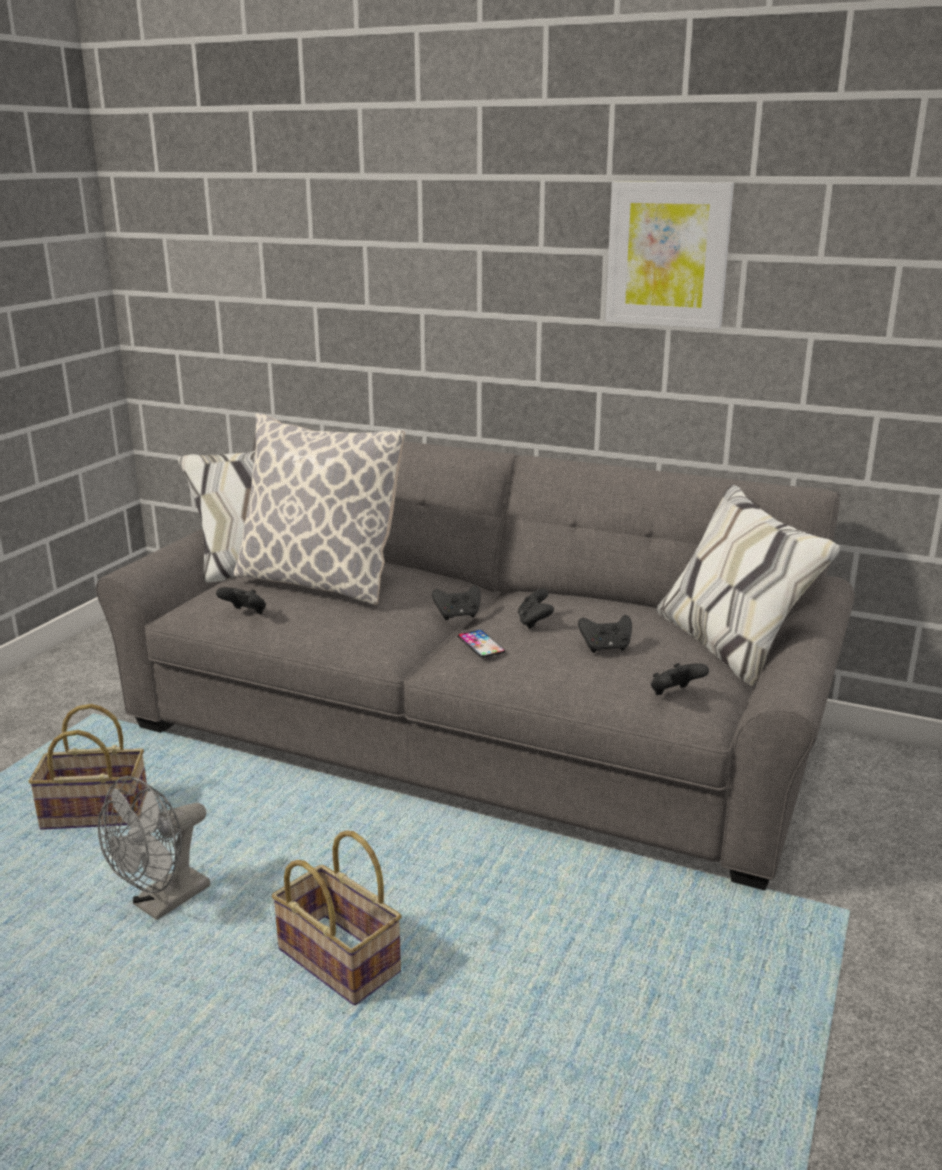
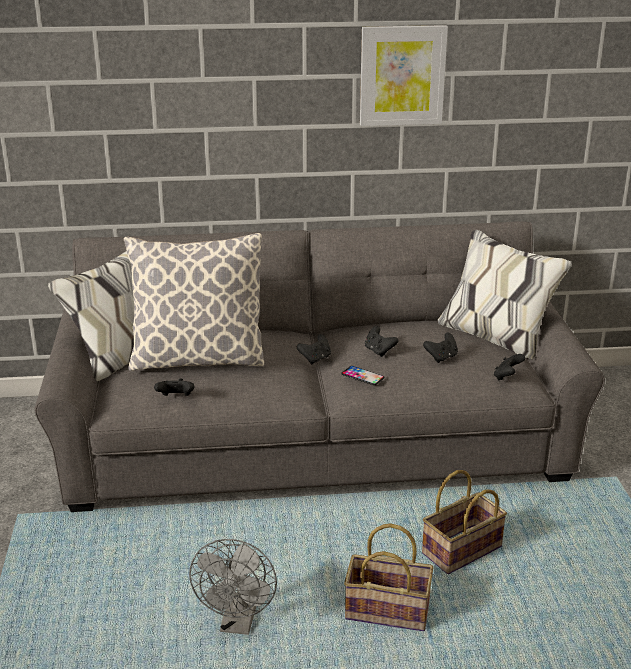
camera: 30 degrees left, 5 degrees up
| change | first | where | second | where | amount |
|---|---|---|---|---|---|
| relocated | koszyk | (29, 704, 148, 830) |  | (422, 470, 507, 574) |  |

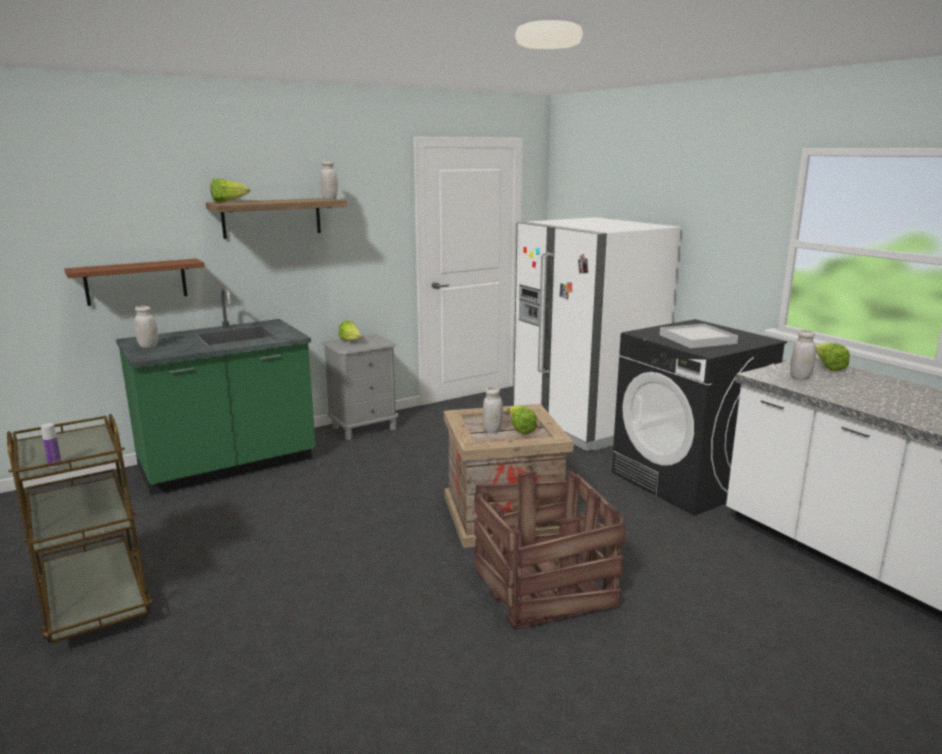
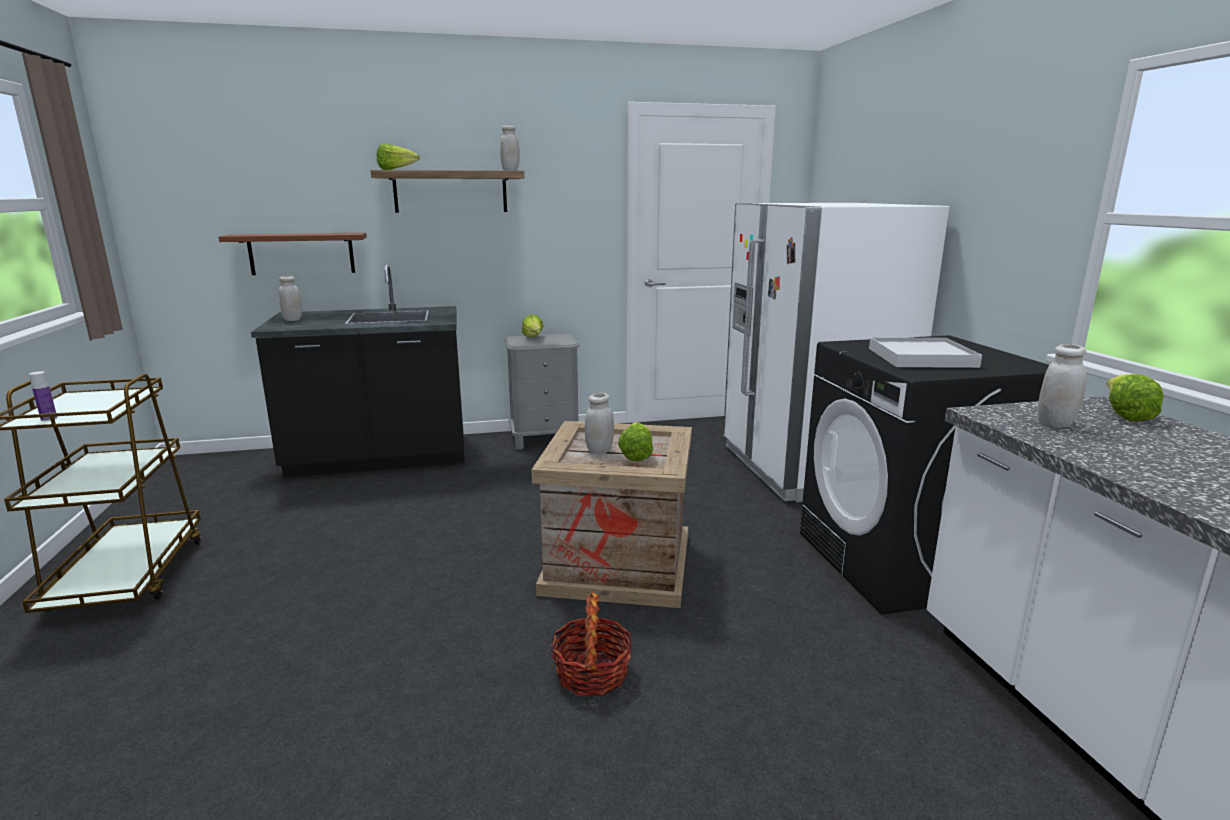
camera: 20 degrees right, 0 degrees up
| change | first | where | second | where | amount |
|---|---|---|---|---|---|
| colour | zabudowa kuchenna [zielony] | (116, 288, 316, 495) | zabudowa kuchenna [czarny] | (251, 265, 465, 478) |  |
| exchanged | skrzynka | (474, 471, 625, 630) | koszyk | (551, 593, 633, 696) |  |

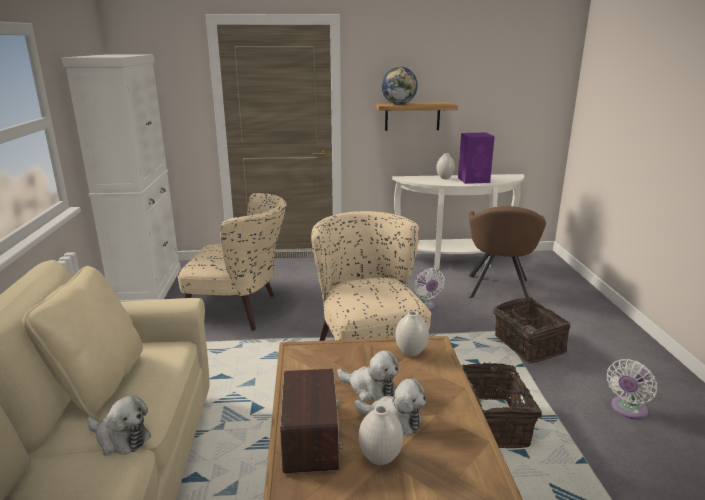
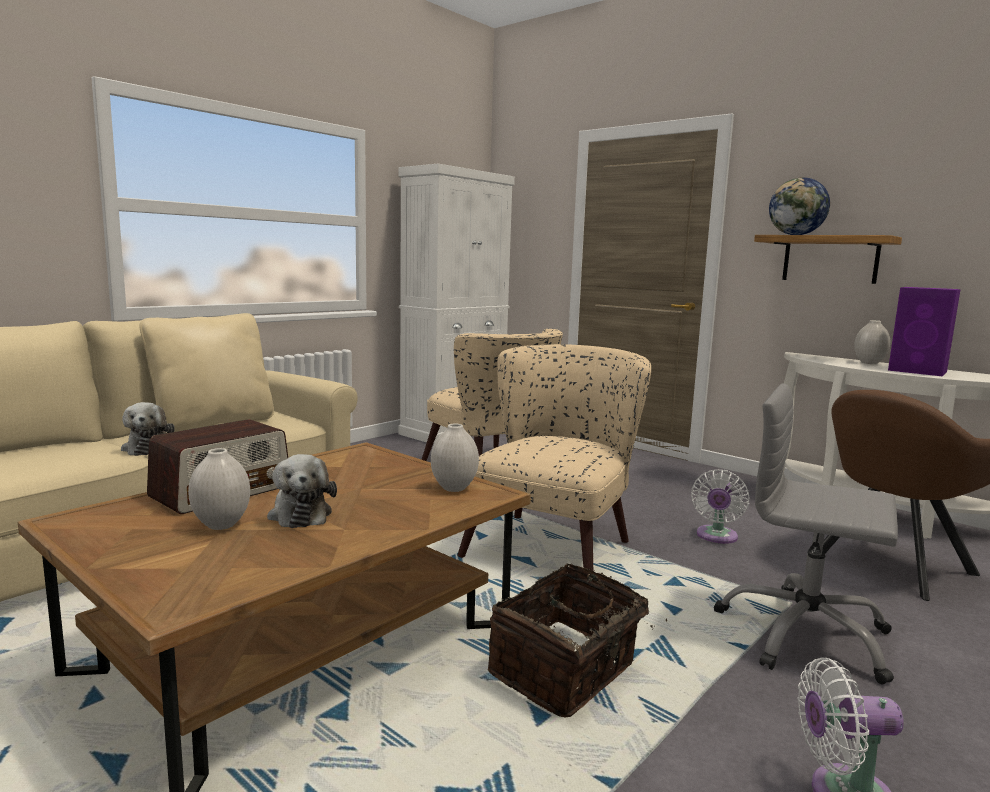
camera: 45 degrees right, 10 degrees down
| change | first | where | second | where | amount |
|---|---|---|---|---|---|
| missing | pluszak | (337, 351, 399, 402) |  |  |  |
| exchanged | koszyk | (493, 297, 570, 363) | krzesło biurowe [szary] | (714, 383, 898, 684) |  |

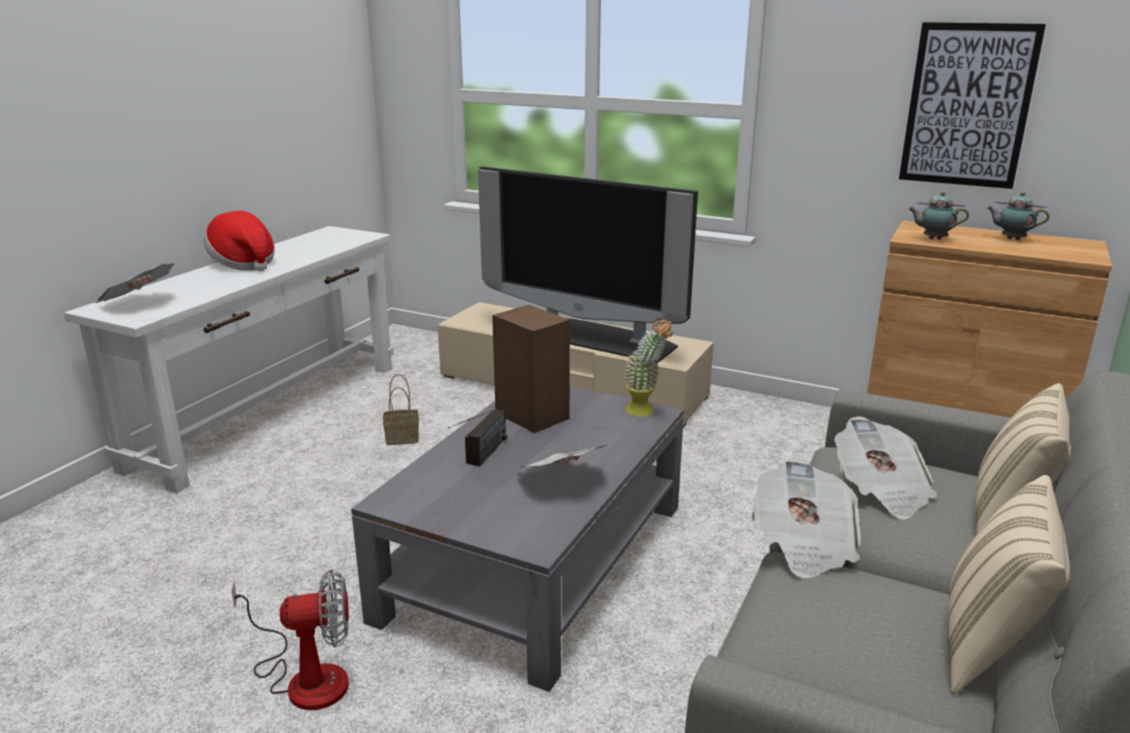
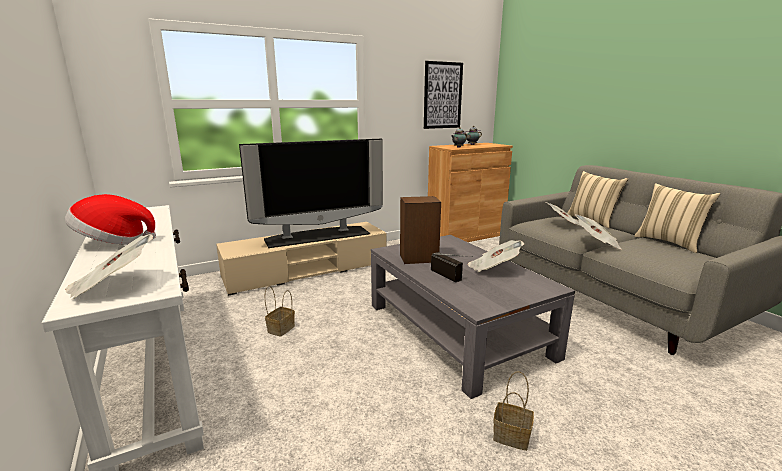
camera: 55 degrees left, 5 degrees down
| change | first | where | second | where | amount |
|---|---|---|---|---|---|
| exchanged | wentylator | (231, 569, 349, 710) | koszyk | (493, 371, 534, 451) |  |
| missing | roślina doniczkowa | (623, 318, 673, 417) |  |  |  |

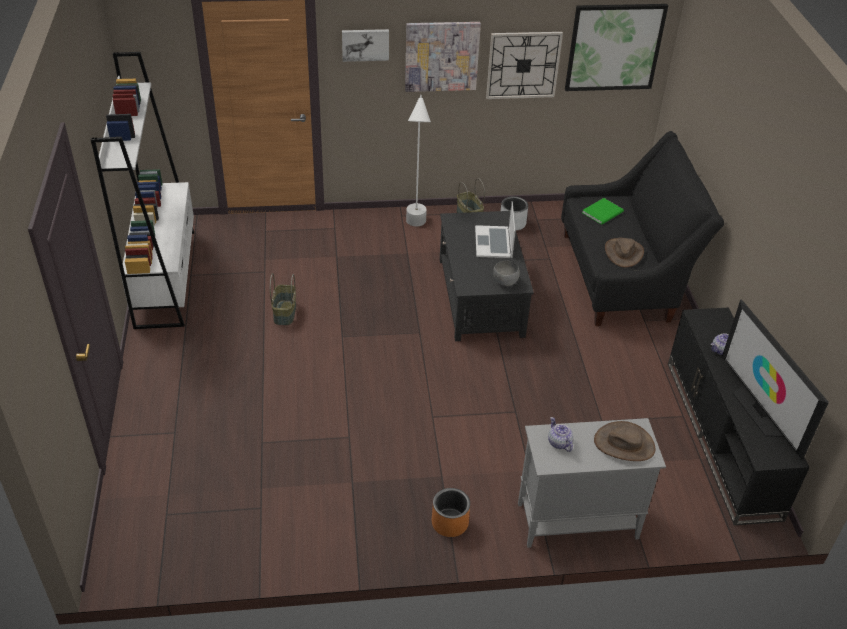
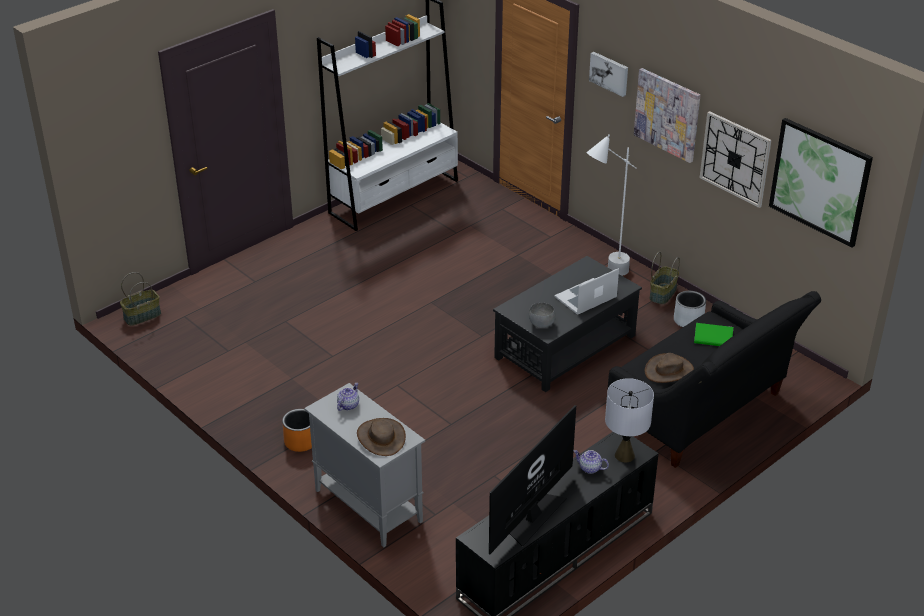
camera: 55 degrees right, 5 degrees down
| change | first | where | second | where | amount |
|---|---|---|---|---|---|
| relocated | koszyk | (270, 273, 296, 325) |  | (120, 272, 161, 326) |  |
| appeared |  |  | lampa stołowa [szary] | (605, 378, 654, 463) |  |

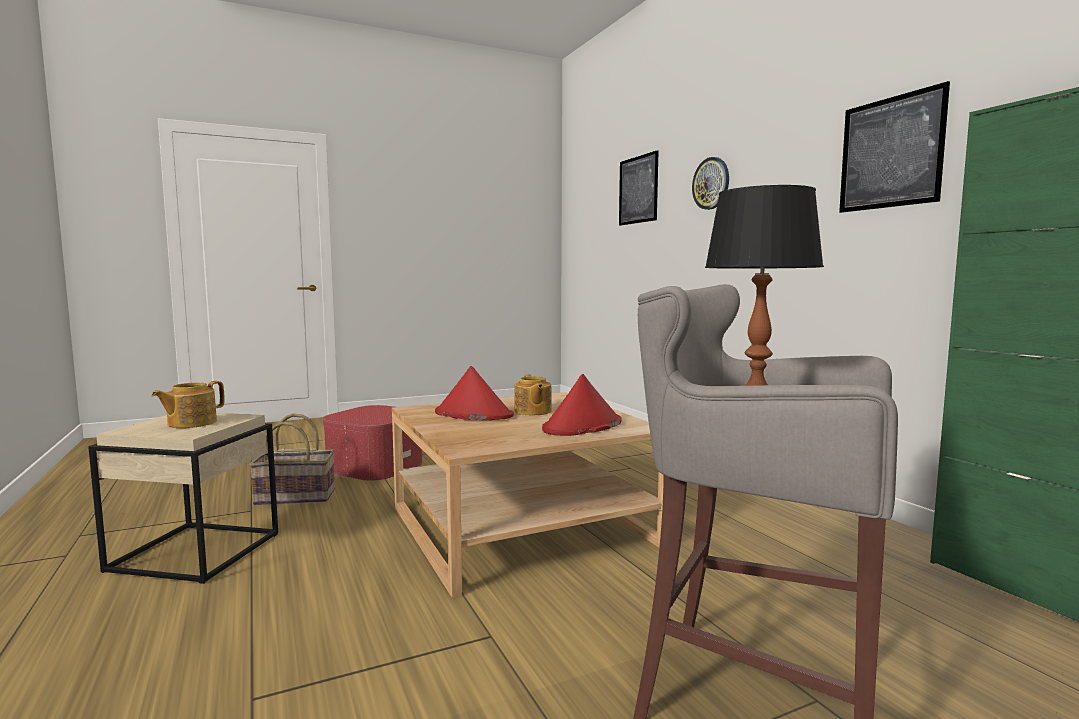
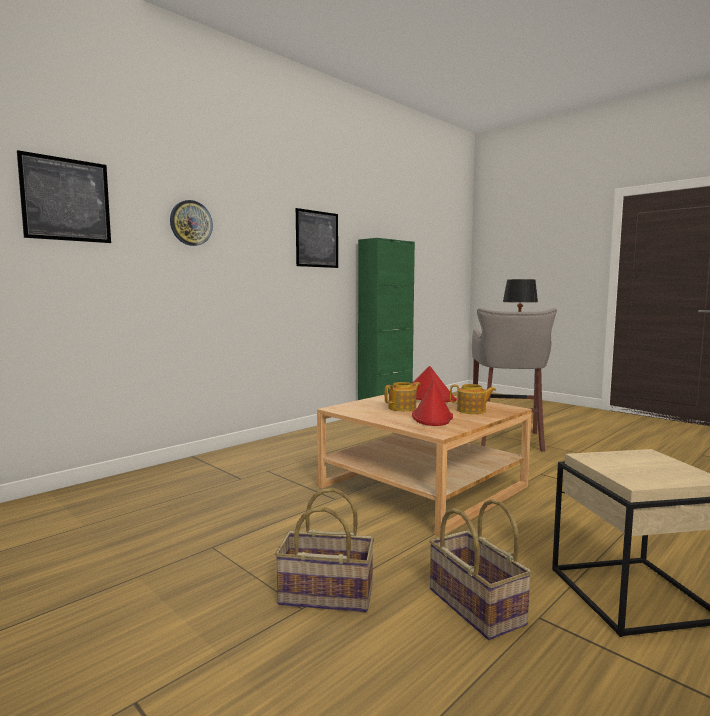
camera: 110 degrees left, 0 degrees up
| change | first | where | second | where | amount |
|---|---|---|---|---|---|
| relocated | imbryk | (151, 381, 224, 428) |  | (450, 384, 496, 414) |  |
| exchanged | pufa | (323, 405, 423, 481) | koszyk | (275, 488, 374, 613) |  |

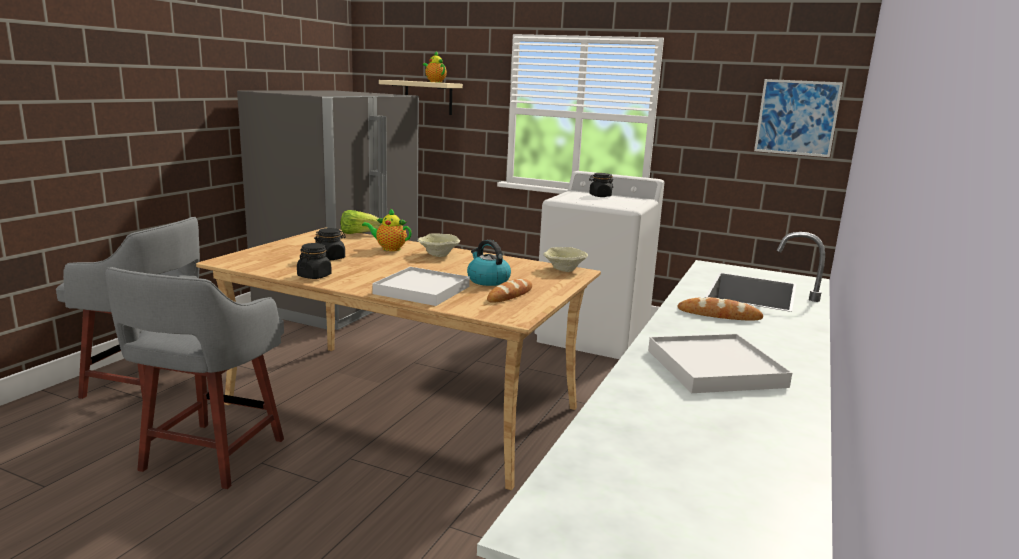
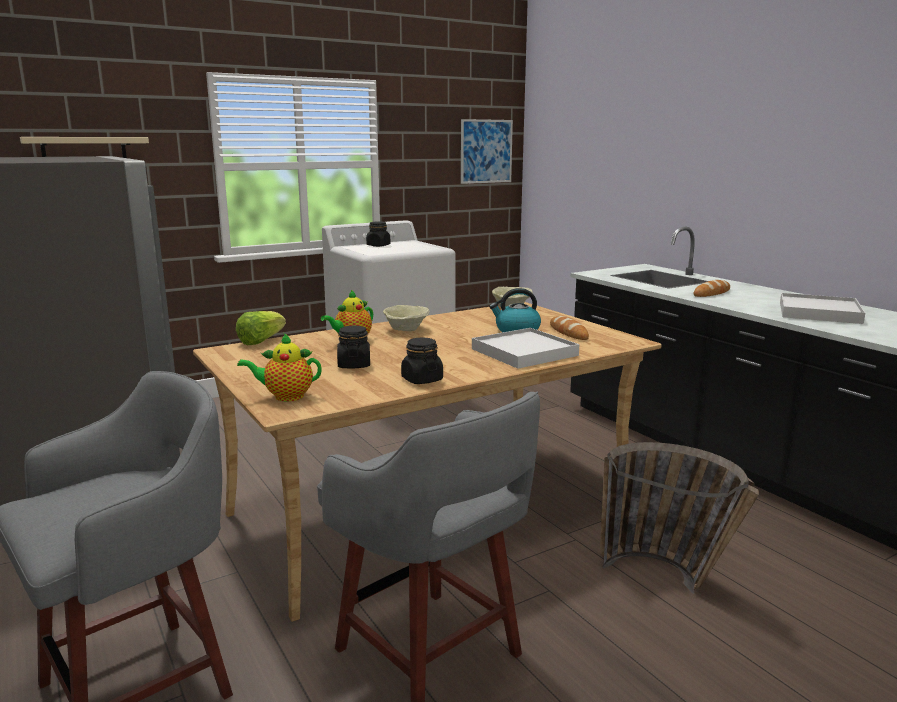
camera: 55 degrees left, 0 degrees up
| change | first | where | second | where | amount |
|---|---|---|---|---|---|
| relocated | imbryk | (423, 51, 447, 83) |  | (237, 333, 322, 401) |  |
| appeared |  |  | koszyk | (600, 442, 759, 594) |  |

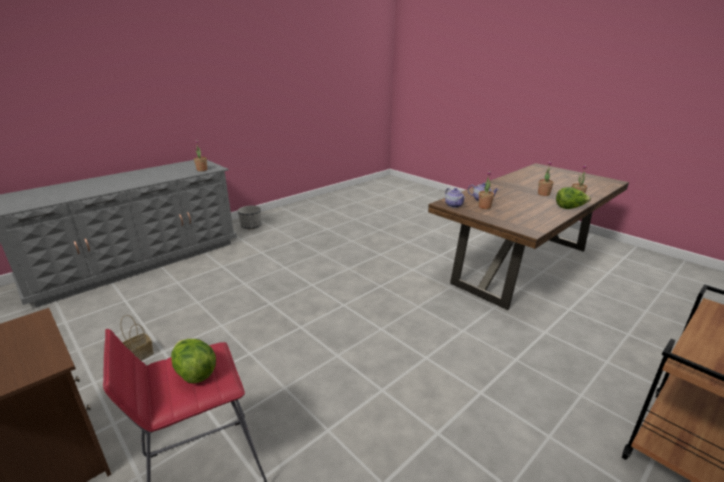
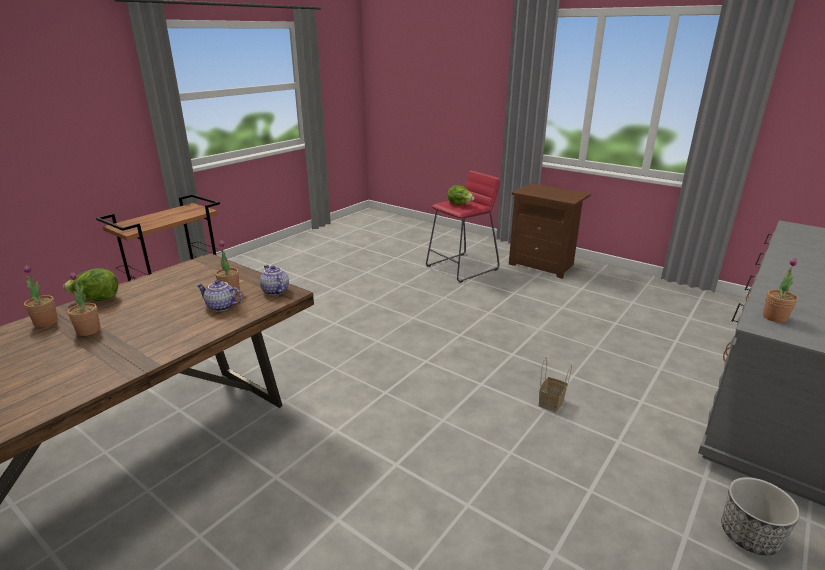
camera: 170 degrees right, 0 degrees up
| change | first | where | second | where | amount |
|---|---|---|---|---|---|
| relocated | koszyk | (120, 315, 154, 361) |  | (539, 357, 572, 412) |  |

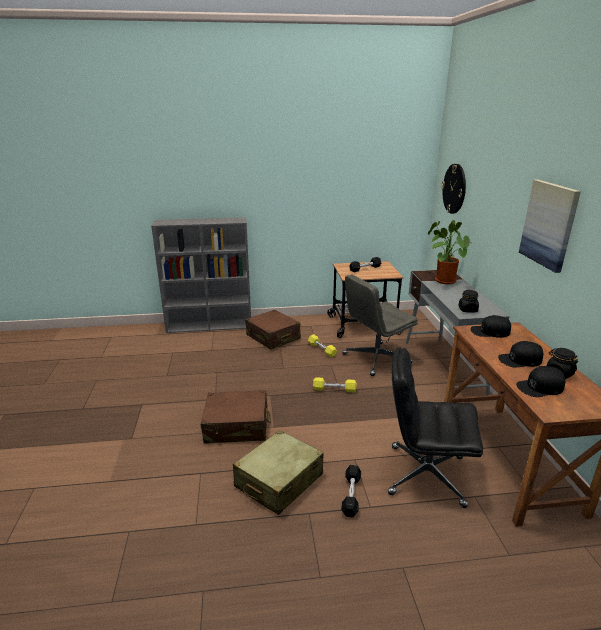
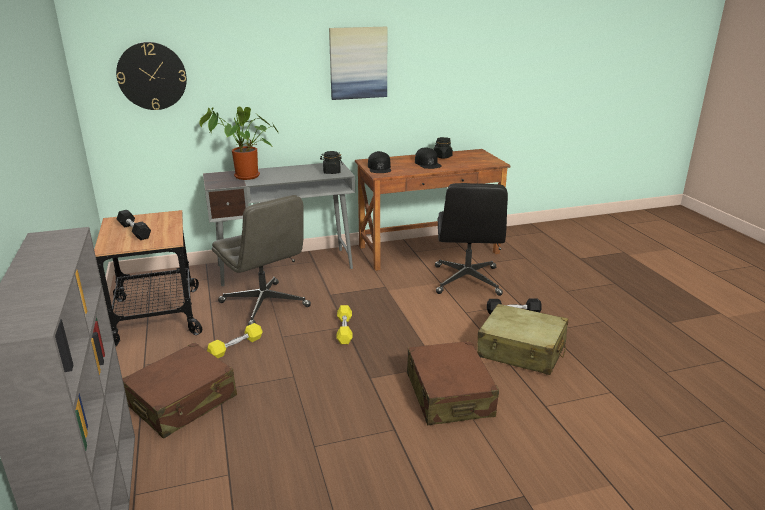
camera: 100 degrees left, 0 degrees up
| change | first | where | second | where | amount |
|---|---|---|---|---|---|
| missing | czapka z daszkiem [czarny] | (516, 366, 565, 397) |  |  |  |

